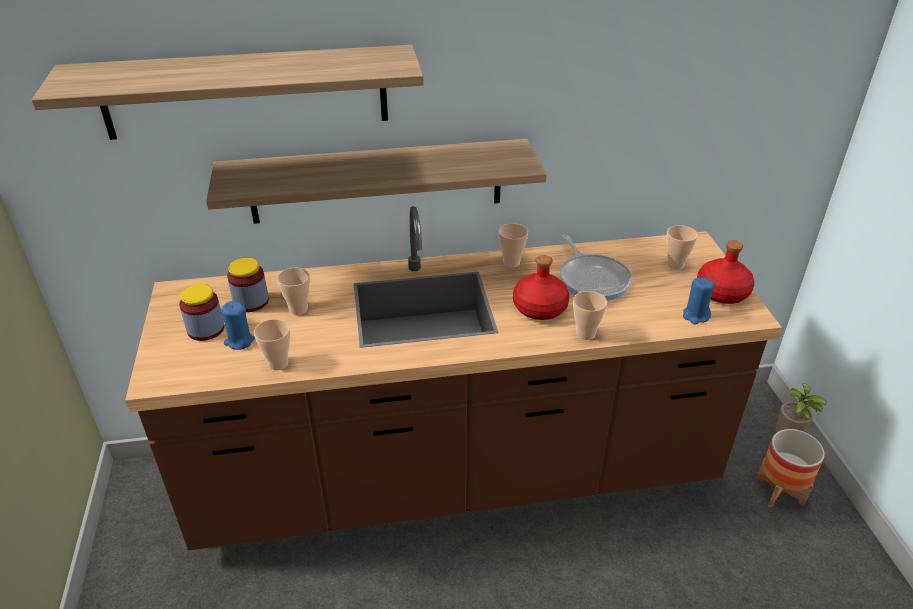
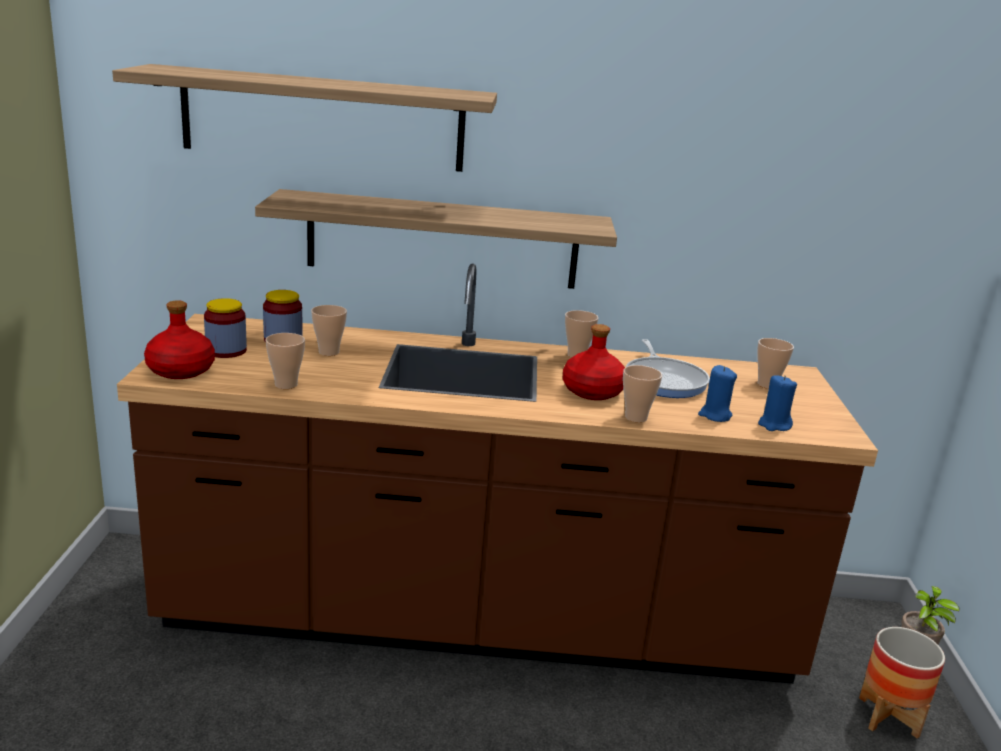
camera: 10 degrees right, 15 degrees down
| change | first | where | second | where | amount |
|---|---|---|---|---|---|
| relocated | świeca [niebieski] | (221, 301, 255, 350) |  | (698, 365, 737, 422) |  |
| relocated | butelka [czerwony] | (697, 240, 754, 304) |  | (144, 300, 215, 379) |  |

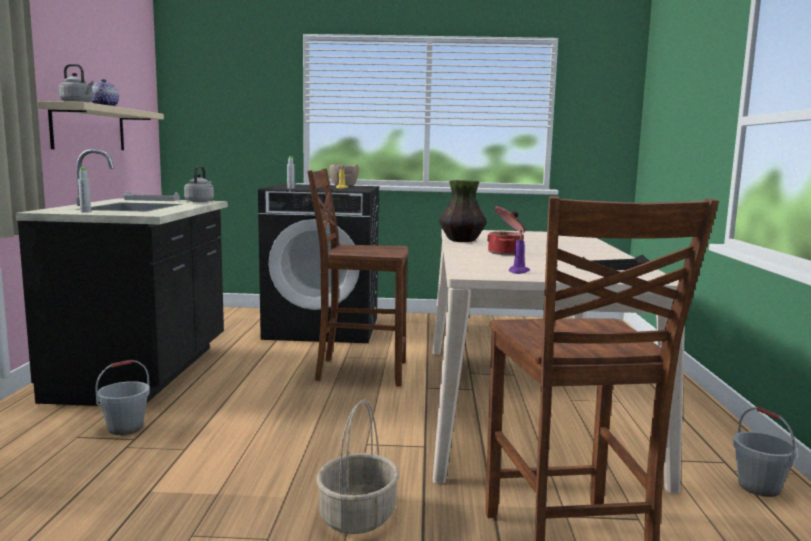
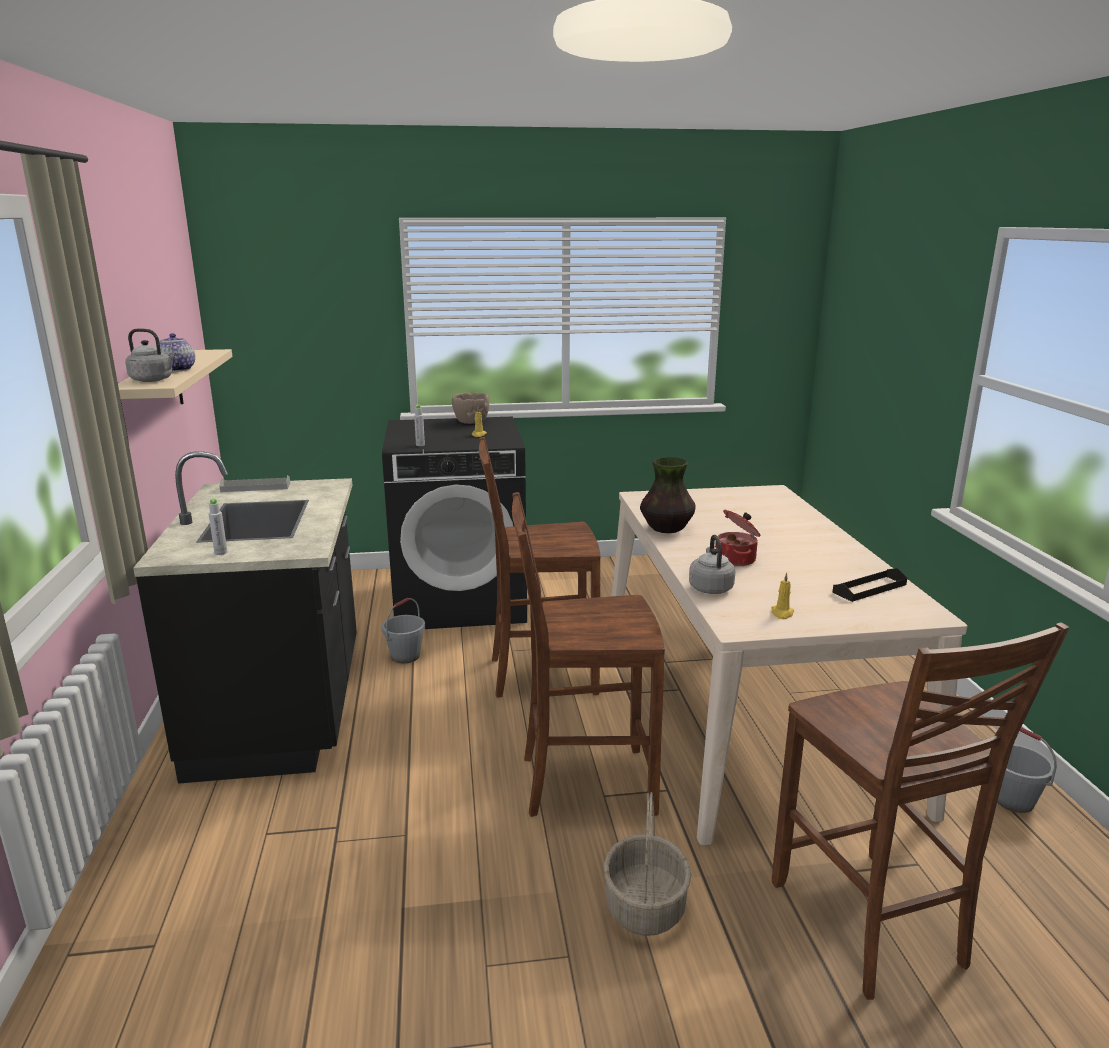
camera: 10 degrees left, 10 degrees up
| change | first | where | second | where | amount |
|---|---|---|---|---|---|
| relocated | wiadro [szary] | (95, 360, 150, 435) |  | (382, 598, 425, 663) |  |
| relocated | czajnik [szary] | (184, 166, 214, 202) |  | (689, 535, 735, 594) |  |
| colour | świeca [fioletowy] | (509, 233, 530, 274) | świeca [żółty] | (771, 572, 794, 619) |  |
| appeared |  |  | krzesło [brązowy] | (512, 492, 665, 817) |  |

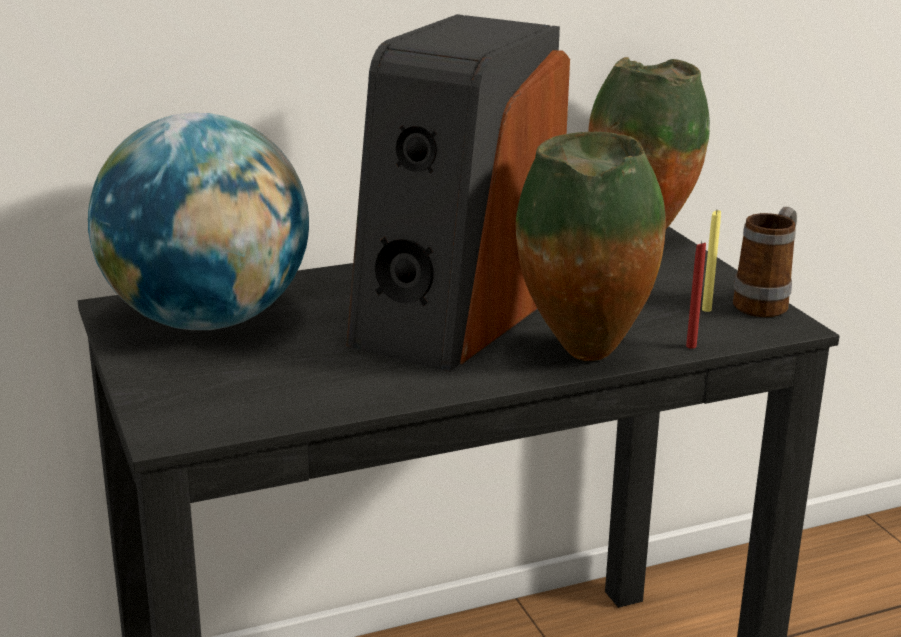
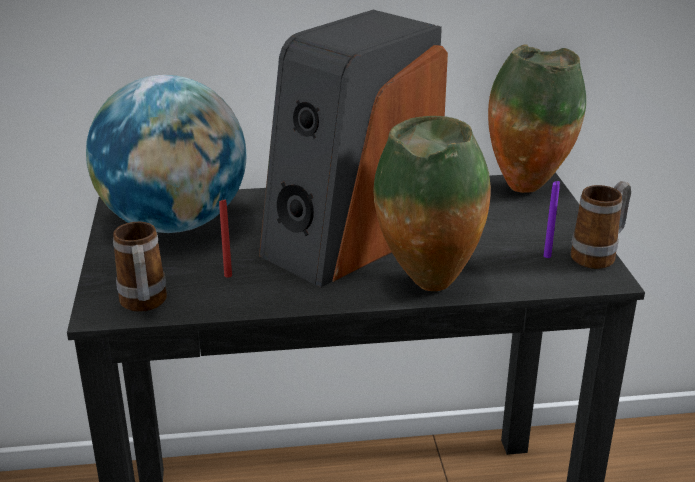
camera: 15 degrees right, 5 degrees up
| change | first | where | second | where | amount |
|---|---|---|---|---|---|
| relocated | świeca [czerwony] | (686, 241, 706, 349) |  | (219, 198, 232, 278) |  |
| colour | świeca [żółty] | (702, 210, 721, 312) | świeca [fioletowy] | (544, 180, 560, 258) |  |
| appeared |  |  | kubek | (113, 222, 167, 312) |  |

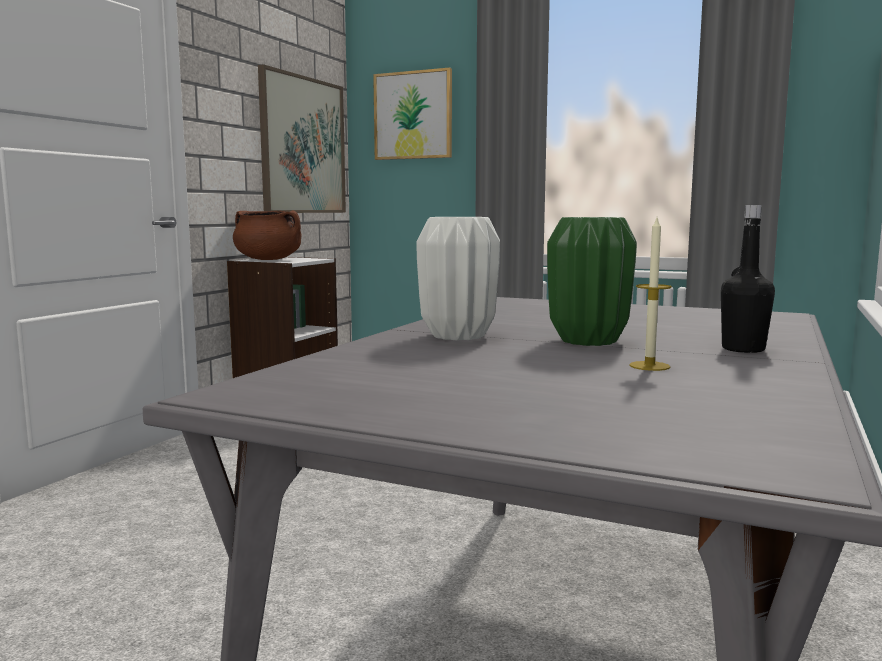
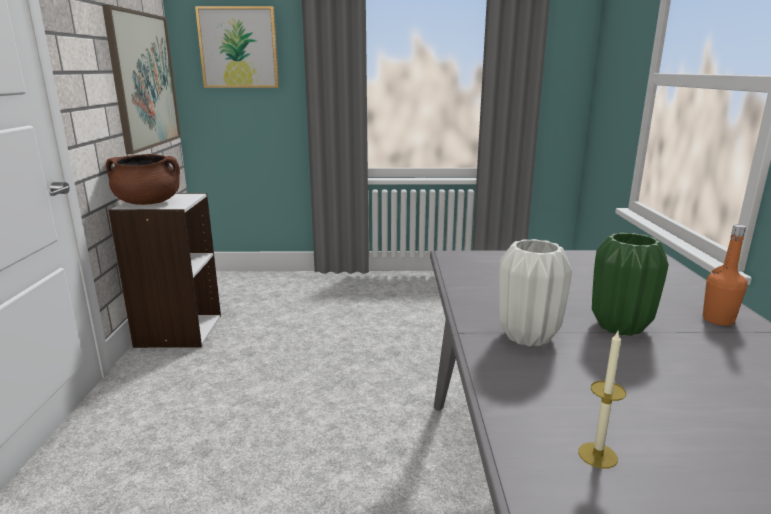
camera: 25 degrees left, 10 degrees up
| change | first | where | second | where | amount |
|---|---|---|---|---|---|
| relocated | świeca | (629, 218, 672, 371) |  | (578, 331, 626, 468) |  |
| colour | butelka [czarny] | (721, 205, 775, 353) | butelka [pomarańczowy] | (703, 225, 748, 326) |  |

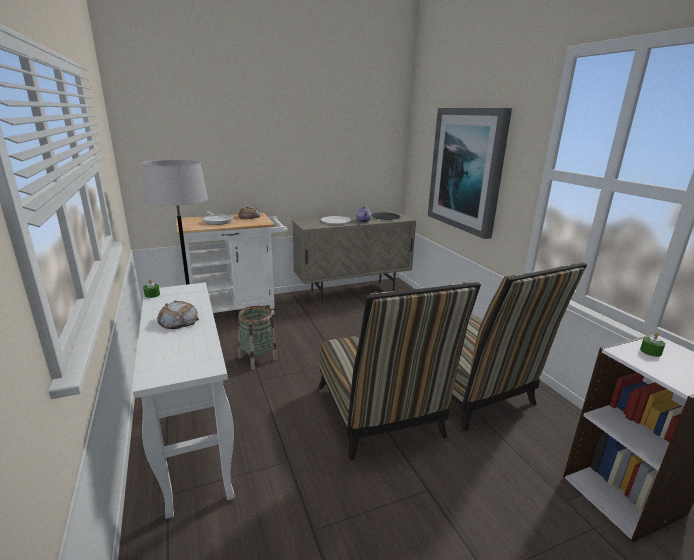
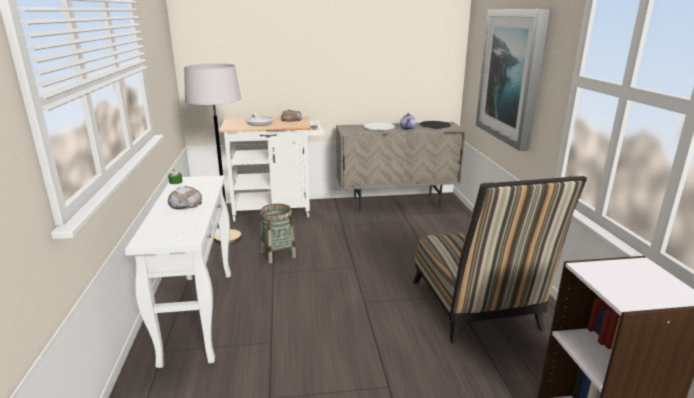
camera: 15 degrees right, 0 degrees up
| change | first | where | second | where | amount |
|---|---|---|---|---|---|
| missing | krzesło | (319, 282, 481, 460) |  |  |  |
| missing | świeca [zielony] | (640, 333, 665, 357) |  |  |  |

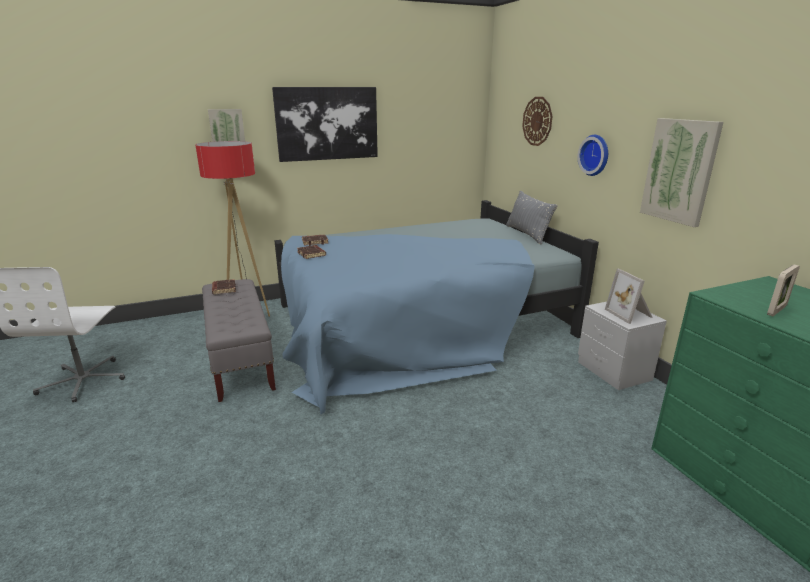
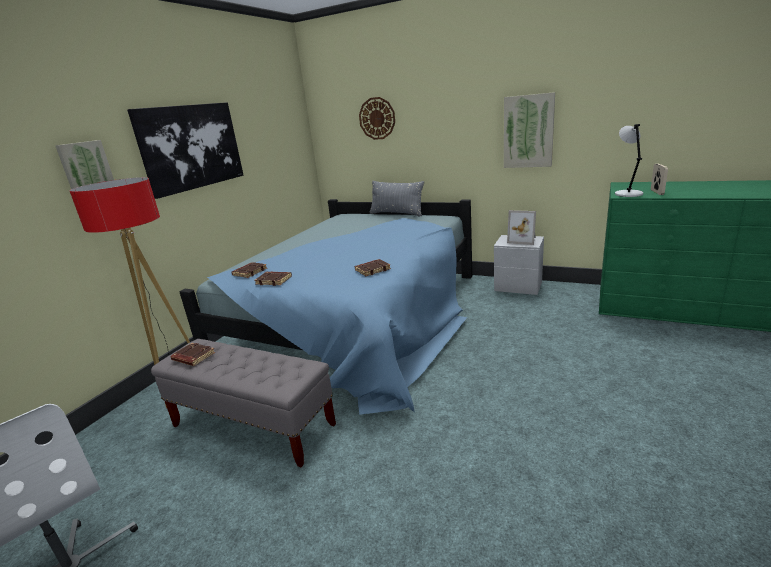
camera: 40 degrees left, 0 degrees up
| change | first | where | second | where | amount |
|---|---|---|---|---|---|
| missing | zegar ścienny | (577, 135, 608, 176) |  |  |  |
| appeared |  |  | książka [brązowy] | (355, 259, 391, 276) |  |
| appeared |  |  | lampa stołowa [szary] | (615, 124, 643, 197) |  |

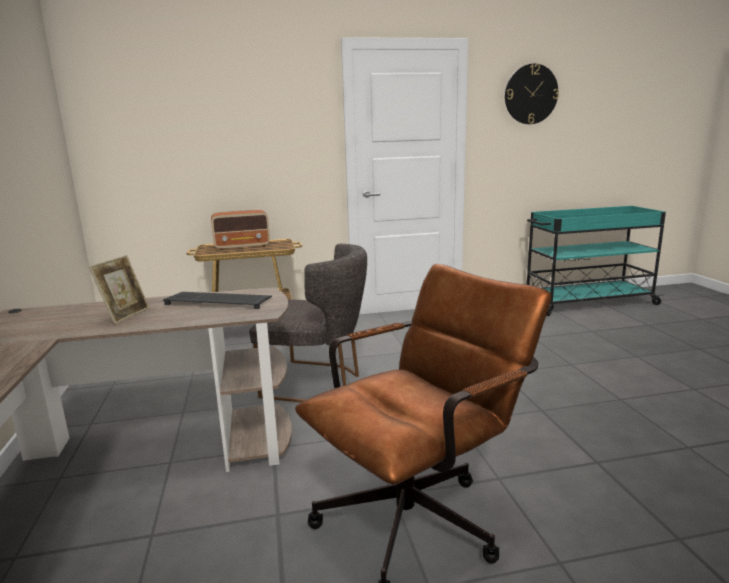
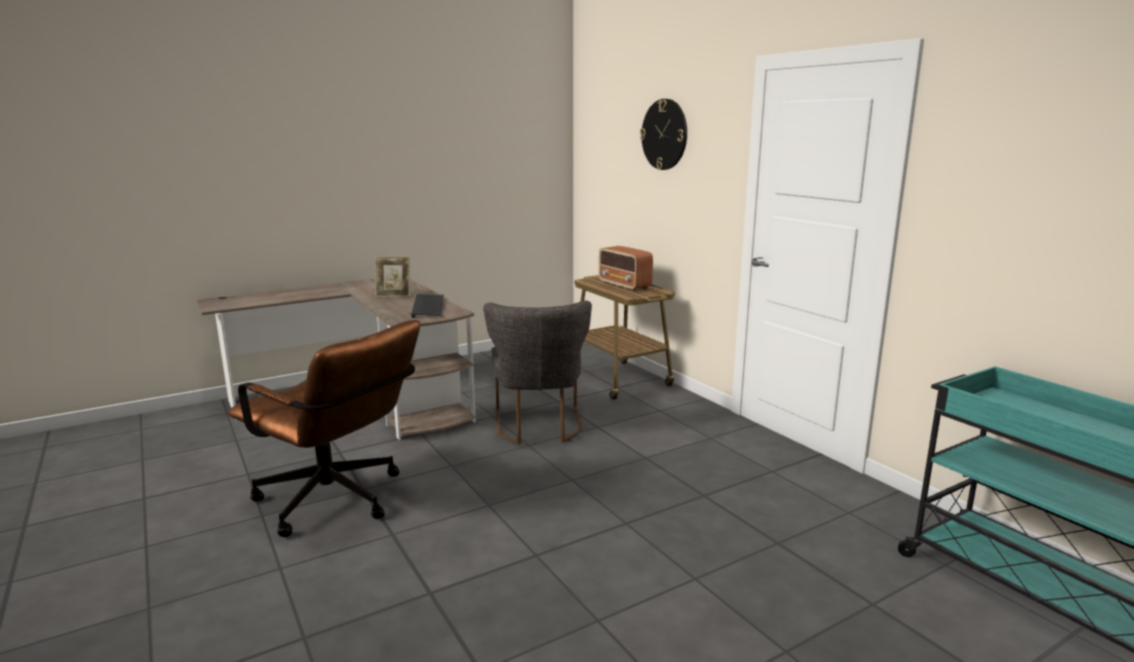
camera: 70 degrees right, 0 degrees up
| change | first | where | second | where | amount |
|---|---|---|---|---|---|
| relocated | zegar ścienny | (505, 64, 559, 124) |  | (640, 99, 687, 170) |  |

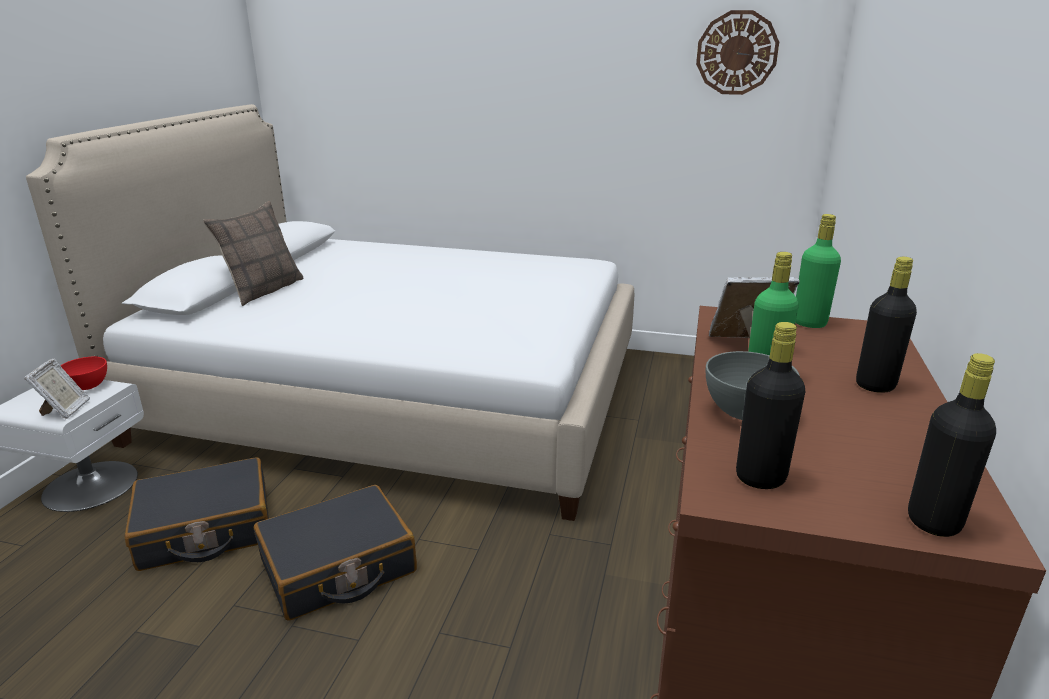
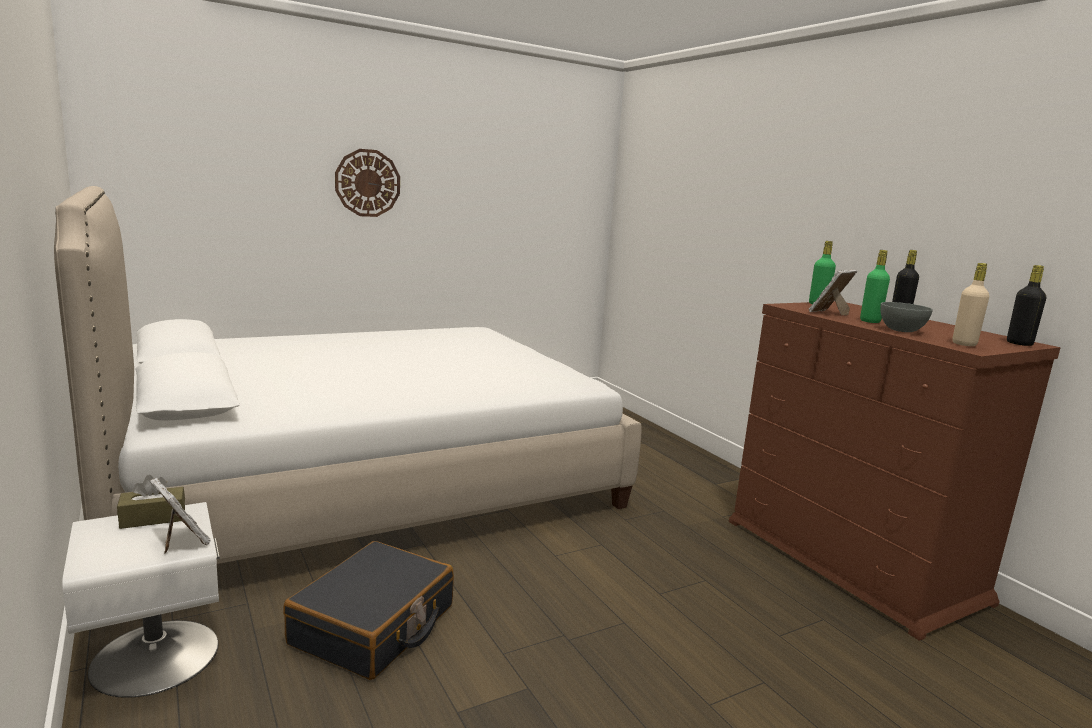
camera: 45 degrees left, 10 degrees down
| change | first | where | second | where | amount |
|---|---|---|---|---|---|
| exchanged | miska [czerwony] | (61, 357, 107, 390) | pudełko chusteczek [brązowy] | (117, 475, 185, 529) |  |
| missing | poduszka | (203, 201, 303, 306) |  |  |  |
| missing | walizka [czarny] | (254, 485, 417, 621) |  |  |  |
| relocated | zegar ścienny | (696, 10, 779, 95) |  | (335, 149, 400, 217) |  |
| colour | butelka [czarny] | (736, 322, 805, 489) | butelka [beżowy] | (952, 263, 989, 346) |  |

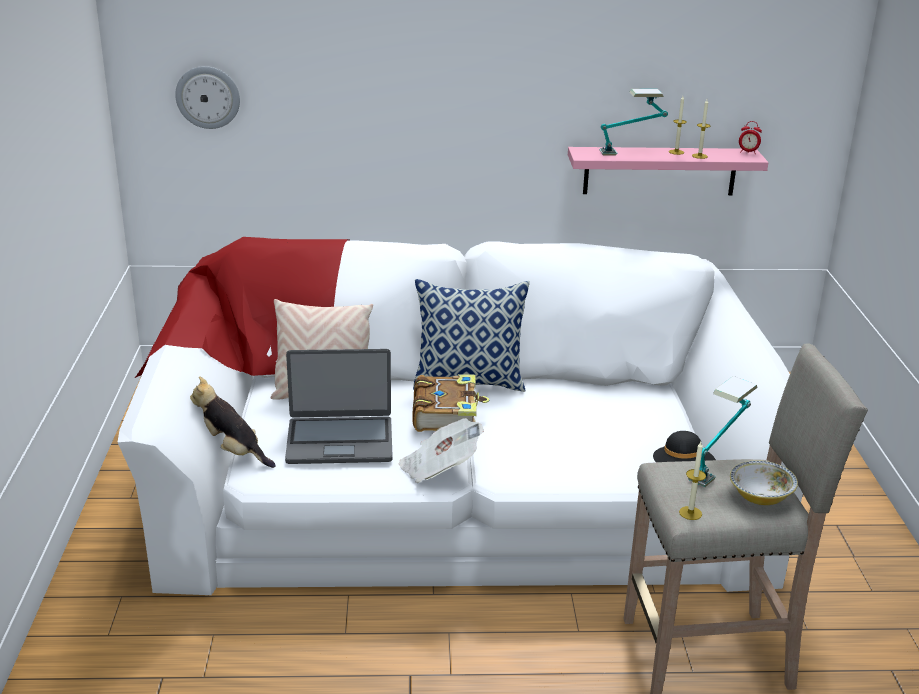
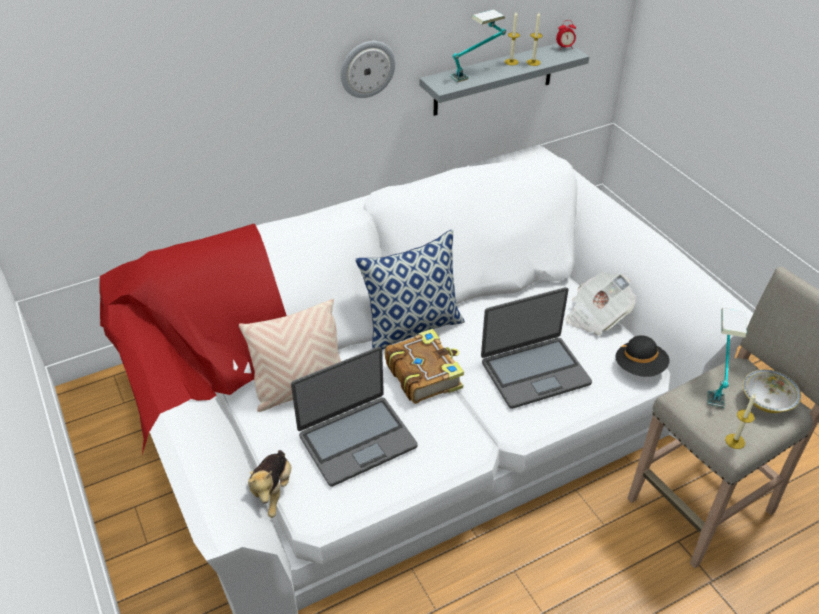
camera: 25 degrees left, 15 degrees up
| change | first | where | second | where | amount |
|---|---|---|---|---|---|
| relocated | zegar ścienny | (175, 66, 240, 129) |  | (341, 41, 395, 98) |  |
| spun | pluszak | (190, 376, 276, 468) |  | (248, 450, 292, 518) | 90 degrees counterclockwise |
| relocated | gazeta | (398, 418, 484, 483) |  | (565, 272, 636, 335) |  |
| colour | półka [różowy] | (568, 147, 769, 195) | półka [szary] | (419, 43, 589, 116) |  |
| appeared |  |  | laptop | (481, 287, 592, 409) |  |

